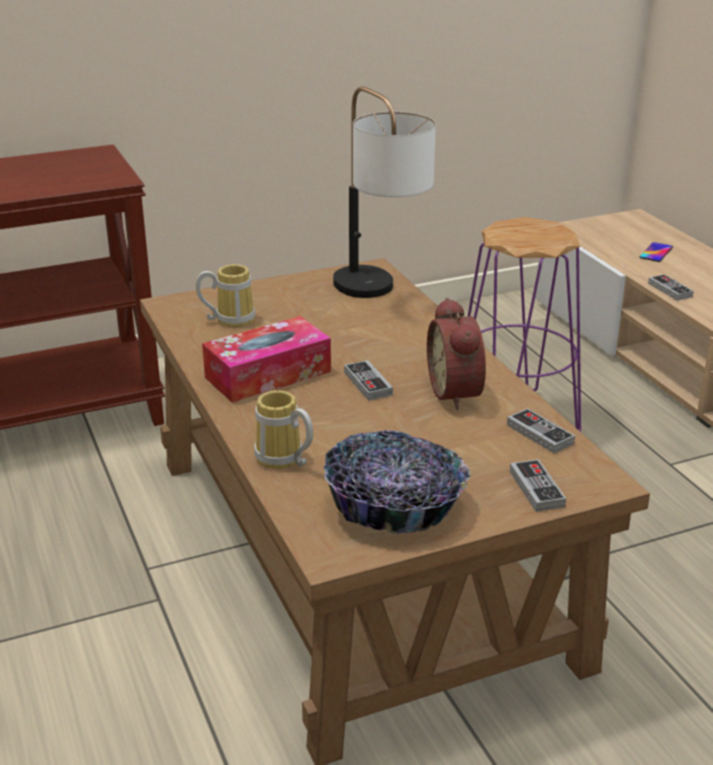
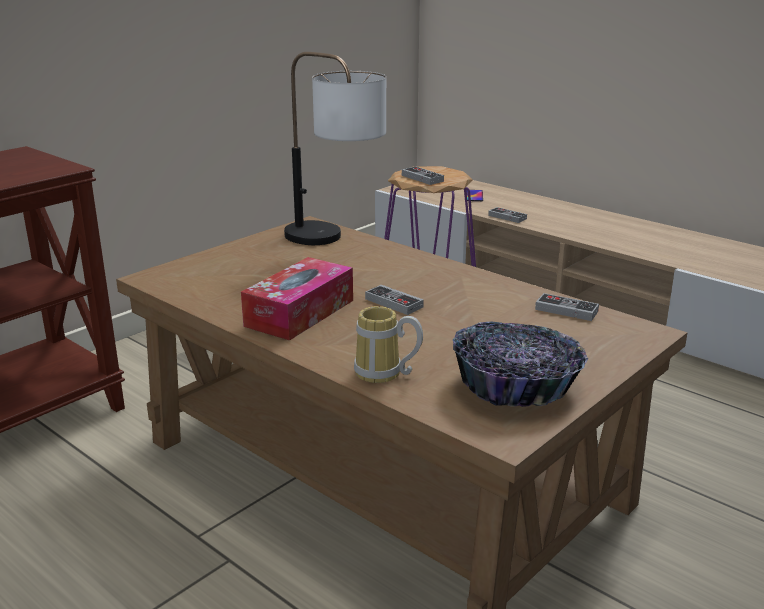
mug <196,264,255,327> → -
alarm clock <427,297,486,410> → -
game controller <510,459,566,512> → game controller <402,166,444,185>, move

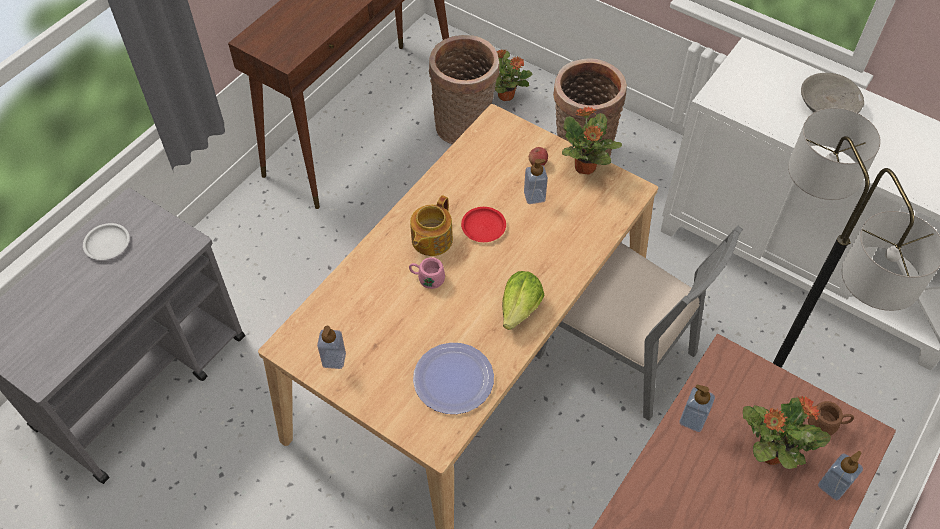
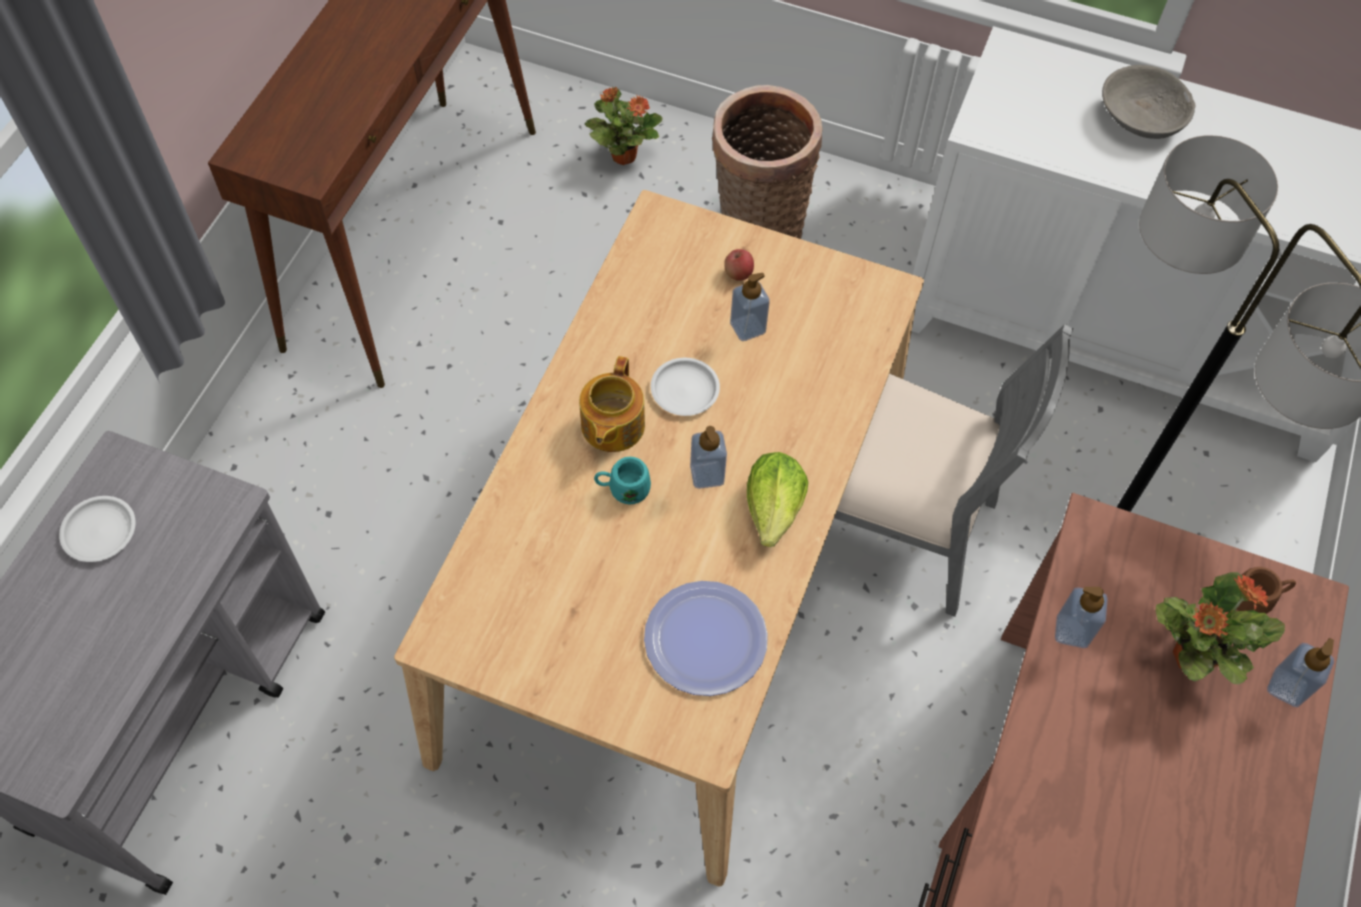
soap dispenser <317,326,346,369> → soap dispenser <690,426,727,489>, move
mug (pink) <409,257,445,289> → mug (turquoise) <594,457,651,504>
basket <429,35,499,144> → -
plate (red) <461,207,506,242> → plate (white) <651,358,720,416>
potted plant <562,107,622,175> → -

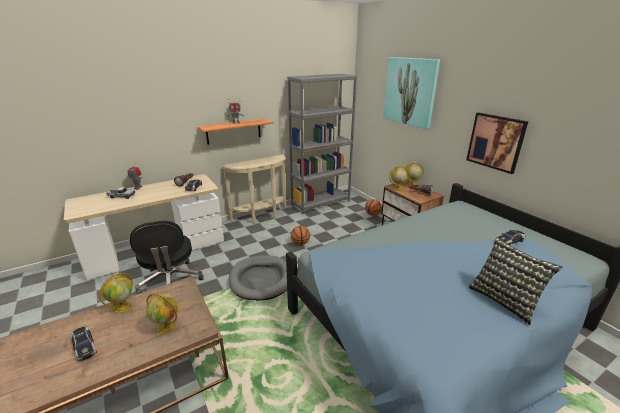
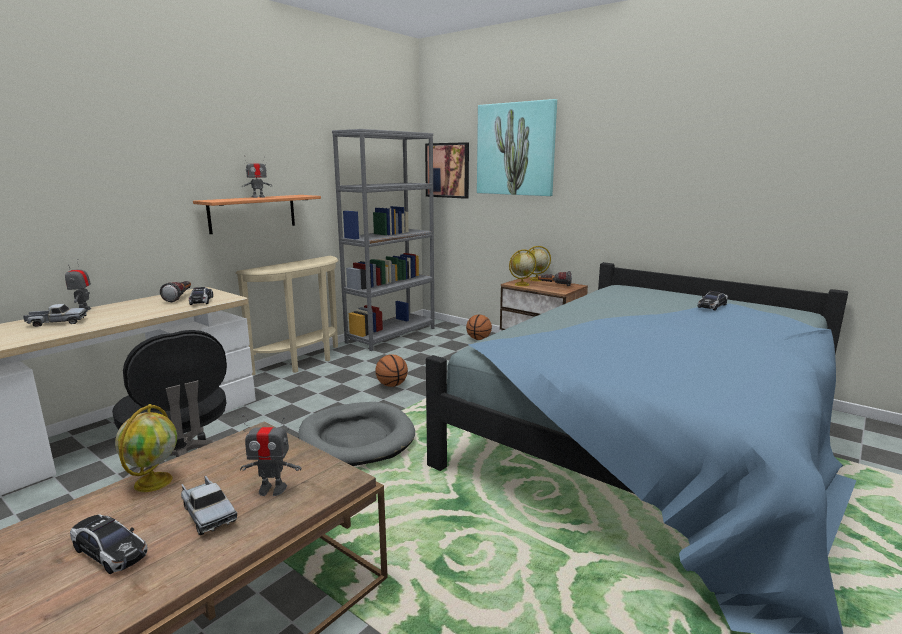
globe <146,293,178,334> → toy robot <240,415,301,496>
picture <466,112,528,174> → picture <425,142,469,199>, move
pillow <469,238,563,325> → -
- → toy truck <181,476,237,535>

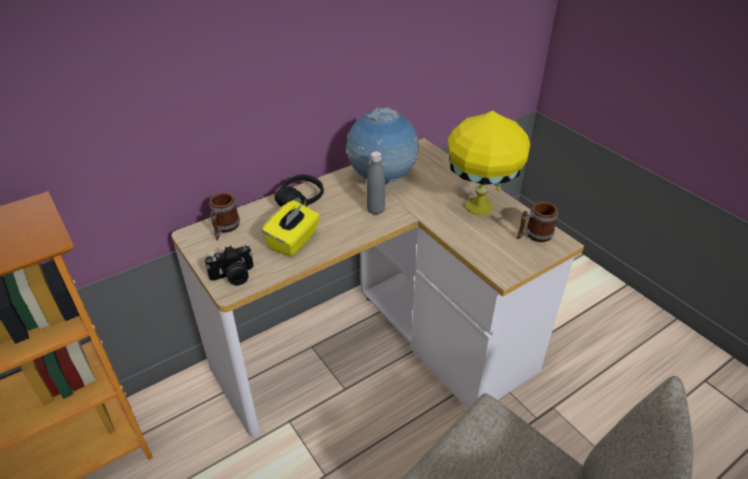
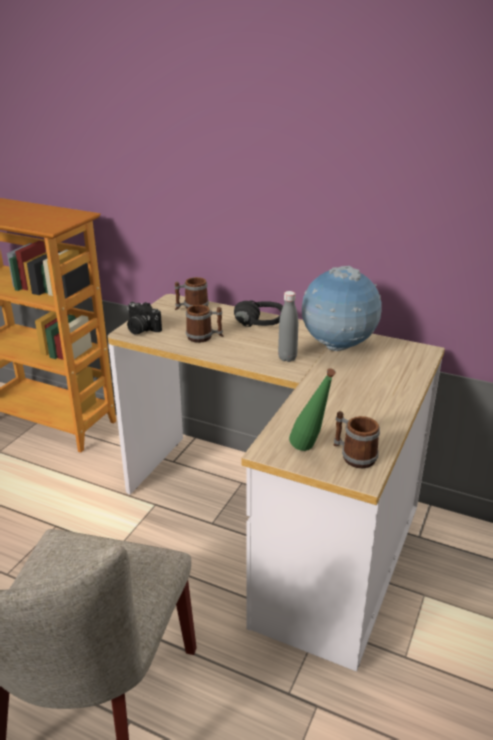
tissue box (yellow) <262,200,320,257> → mug <186,305,224,343>
table lamp (yellow) <448,110,530,215> → -
- → bottle (green) <289,368,336,451>

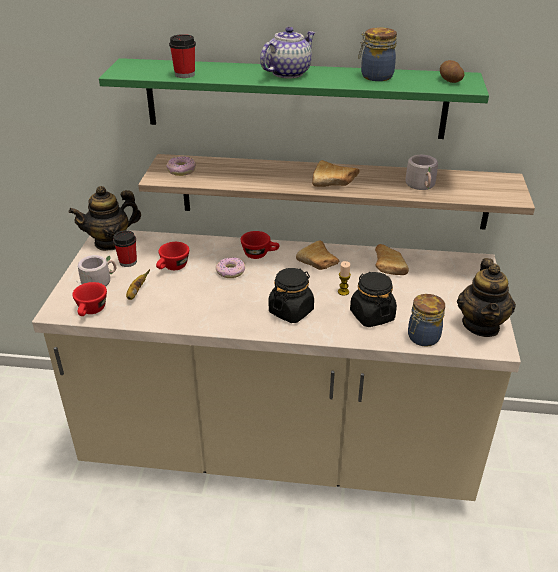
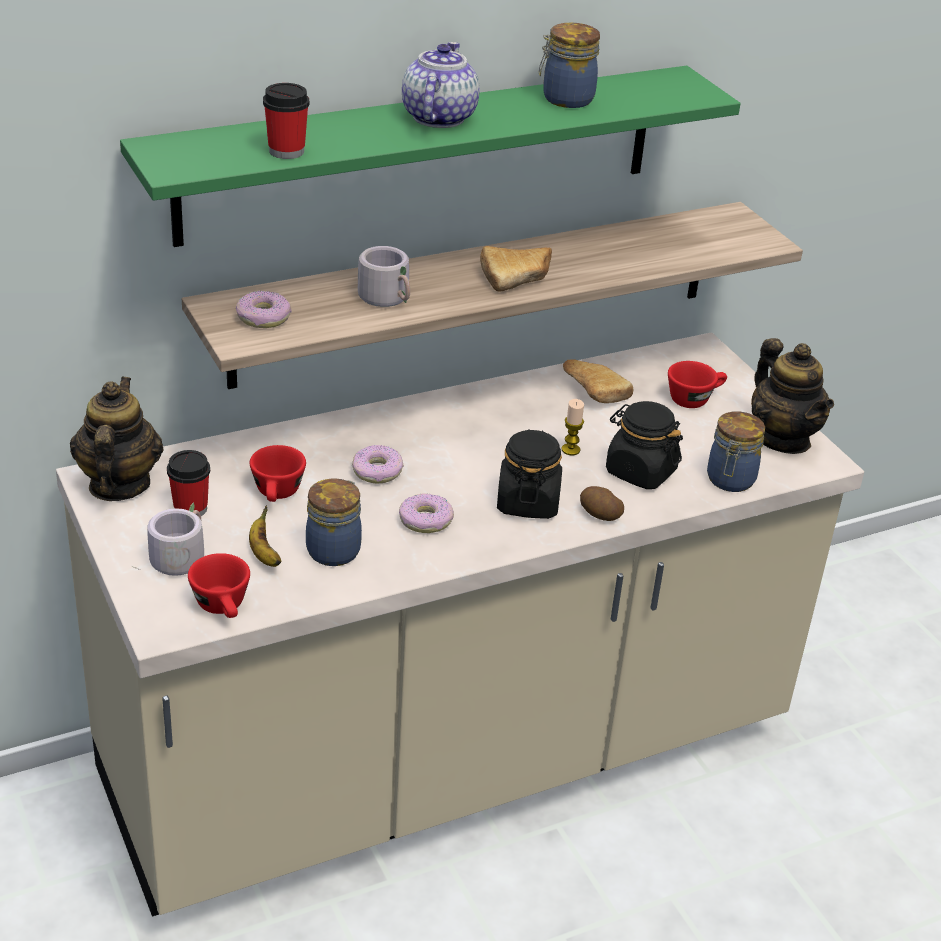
teapot <69,186,141,251> → teapot <70,377,164,501>, 150 degrees clockwise
cup (red) <241,231,280,259> → cup (red) <668,361,727,408>, move
bread <296,240,339,270> → -
mug (grey) <405,155,438,190> → mug (grey) <358,246,410,307>, move
potato <440,60,465,83> → potato <580,486,624,521>, move
- → jar <306,478,362,566>
- → donut <399,493,454,533>

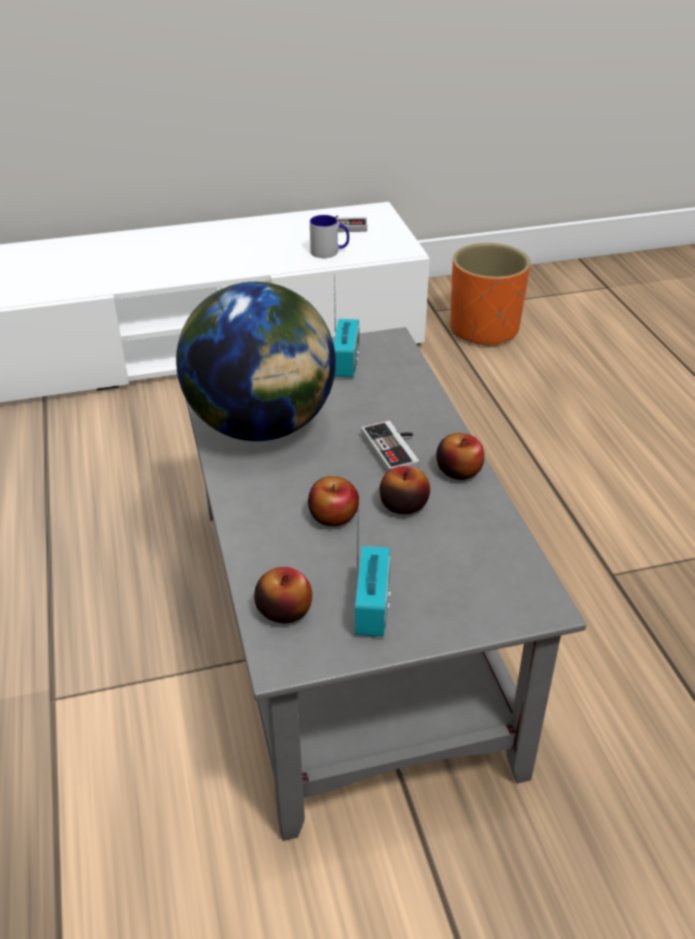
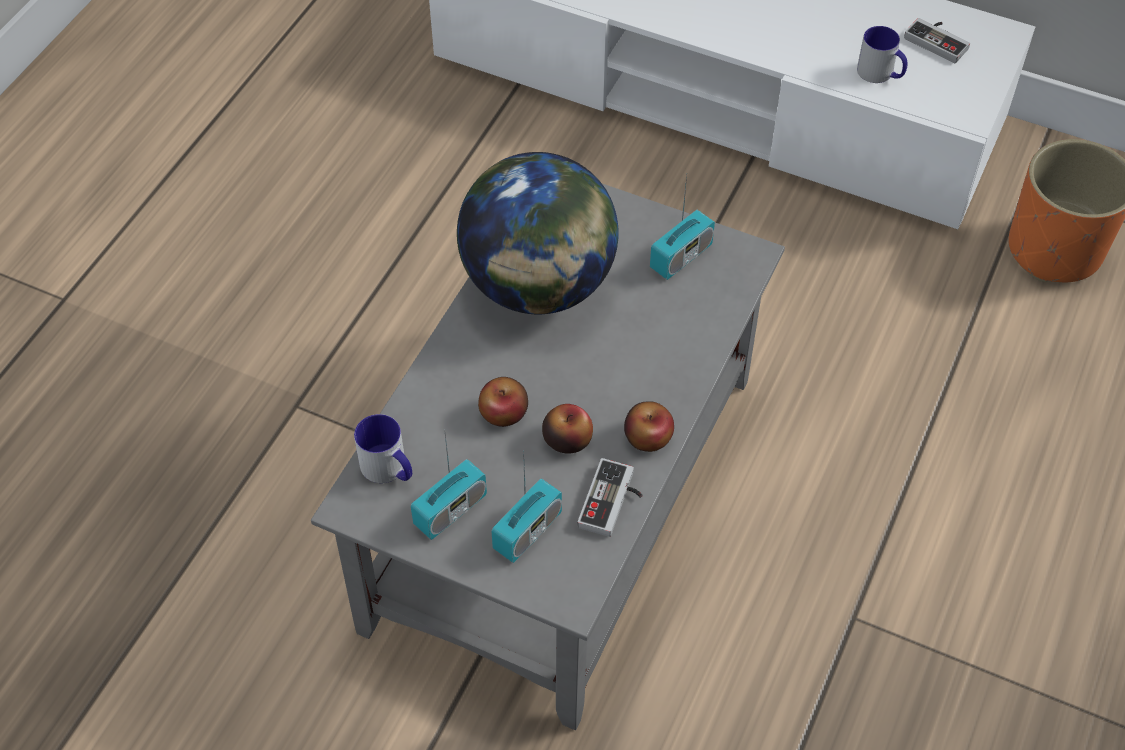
apple <254,567,312,623> → mug <354,414,412,483>
game controller <361,421,419,472> → game controller <578,458,643,537>, move
- → radio <491,451,562,563>

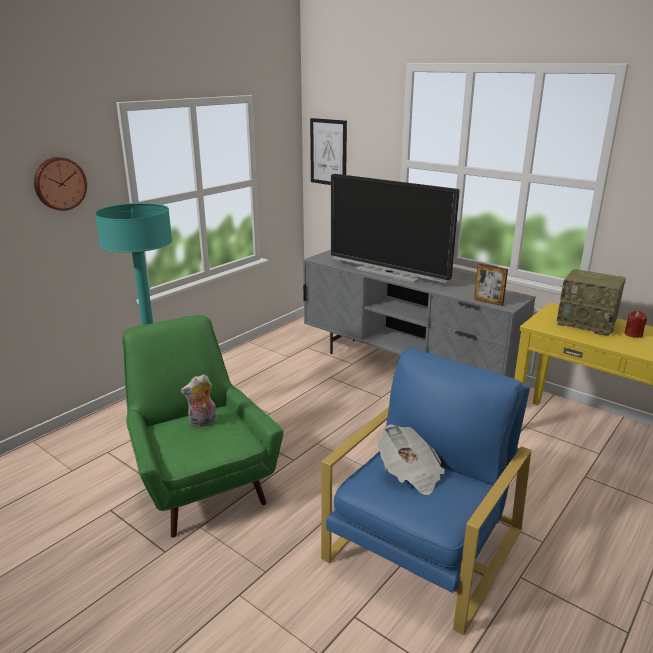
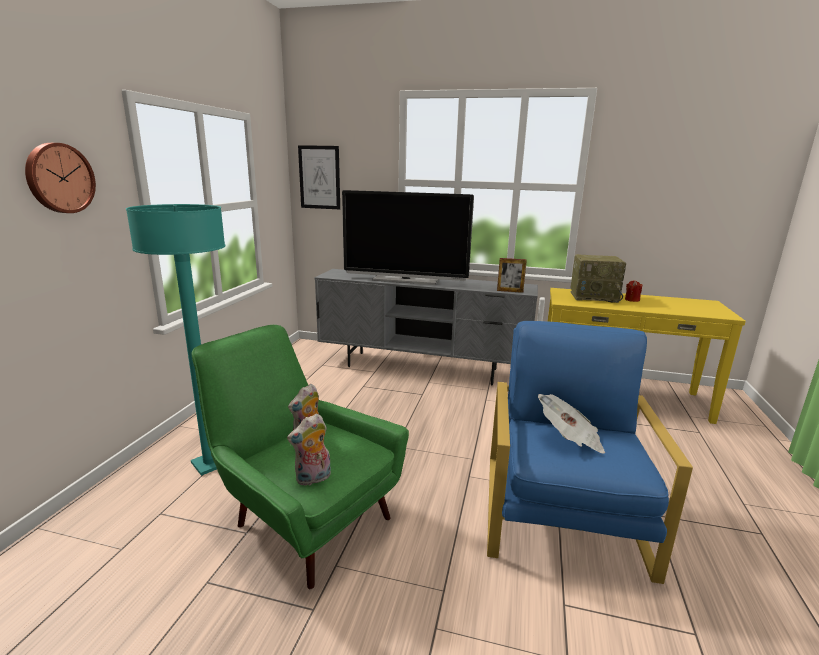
- → plush toy <287,414,331,486>

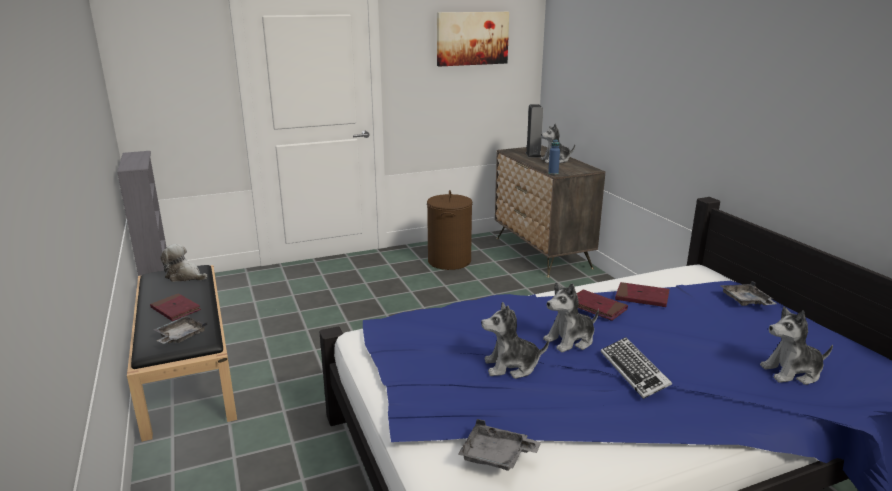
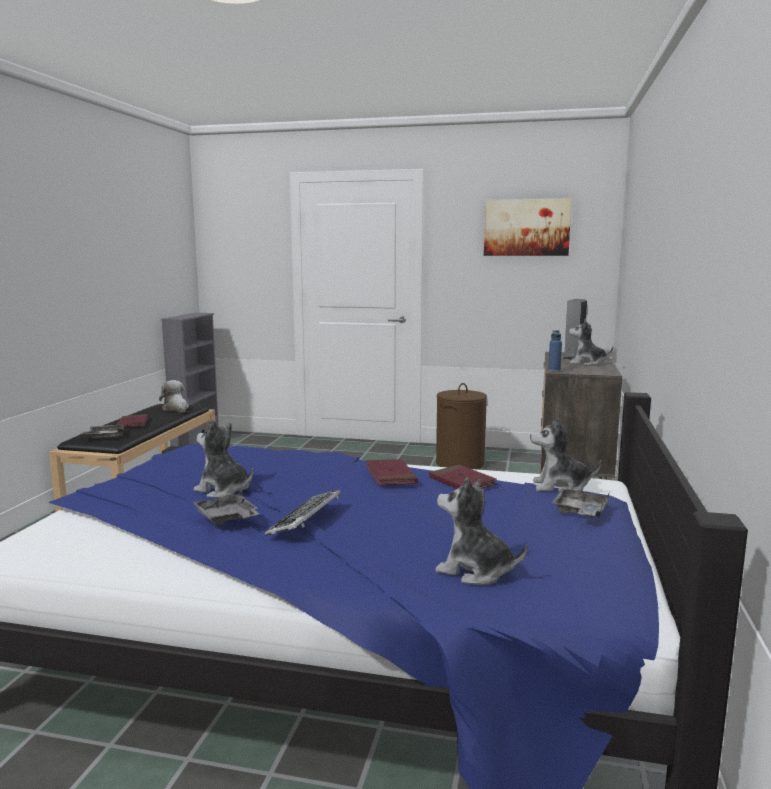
tray (grey) <458,419,541,471> → tray (grey) <192,489,259,525>, move
plush toy <543,282,599,353> → plush toy <530,418,601,492>, move

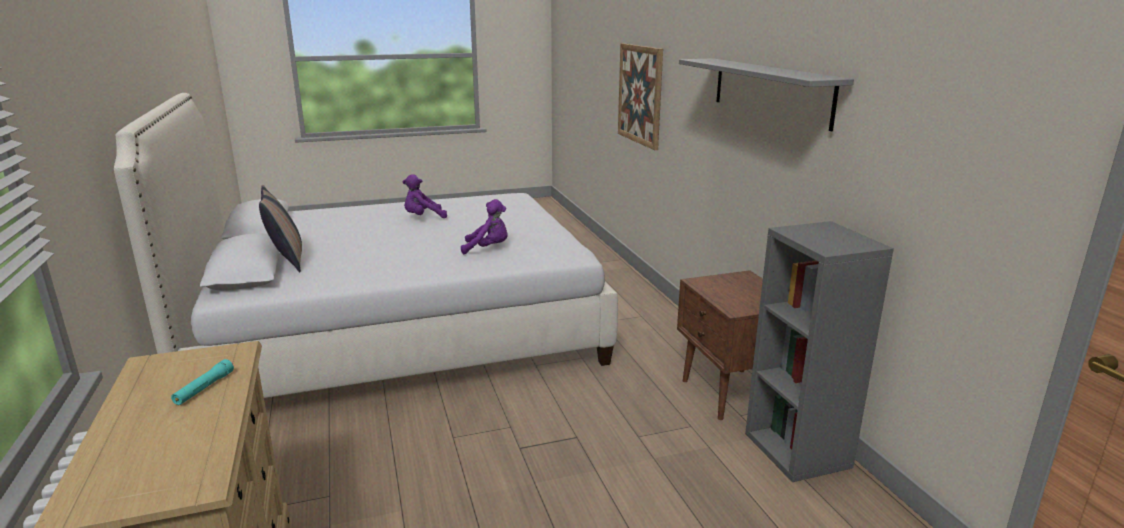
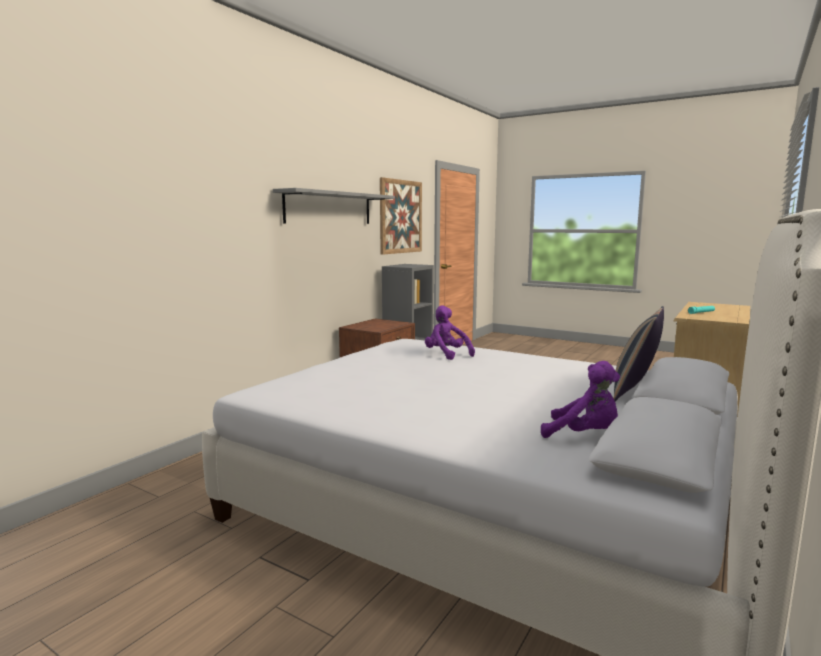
plush toy (purple) <402,174,447,218> → plush toy (purple) <541,361,620,438>, move
picture <618,43,663,150> → picture <380,177,422,255>, move

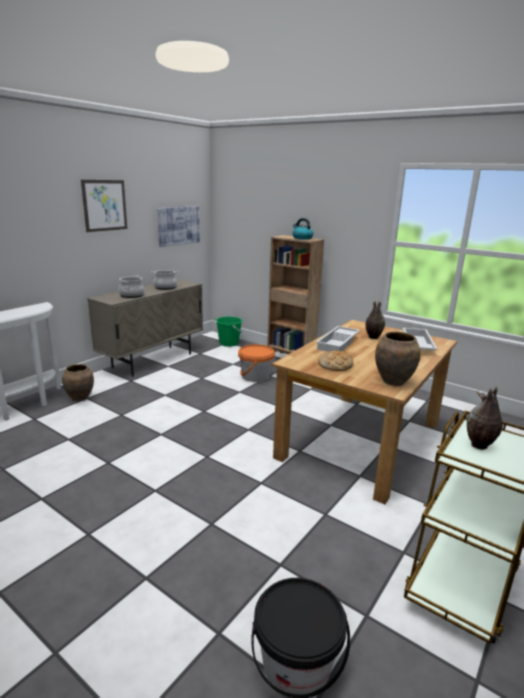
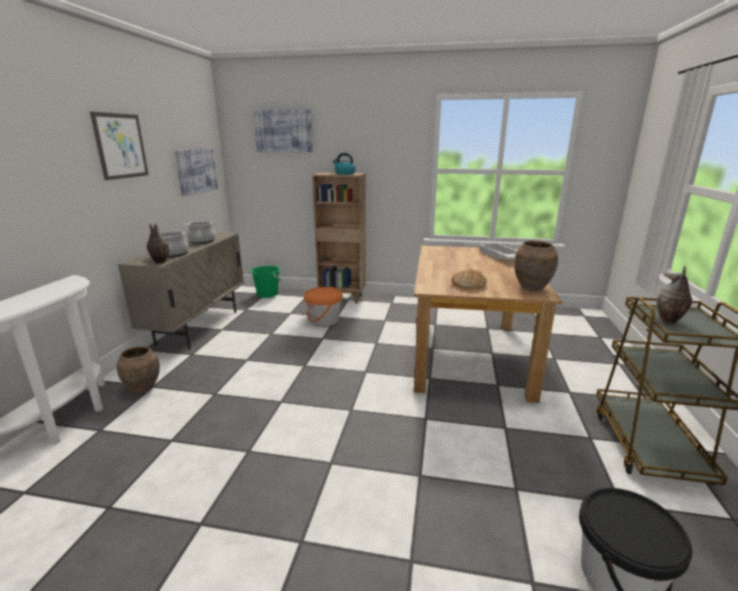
tray (white) <316,326,360,352> → -
vase <365,301,385,339> → vase <147,223,169,264>, move
- → picture <253,109,312,152>

